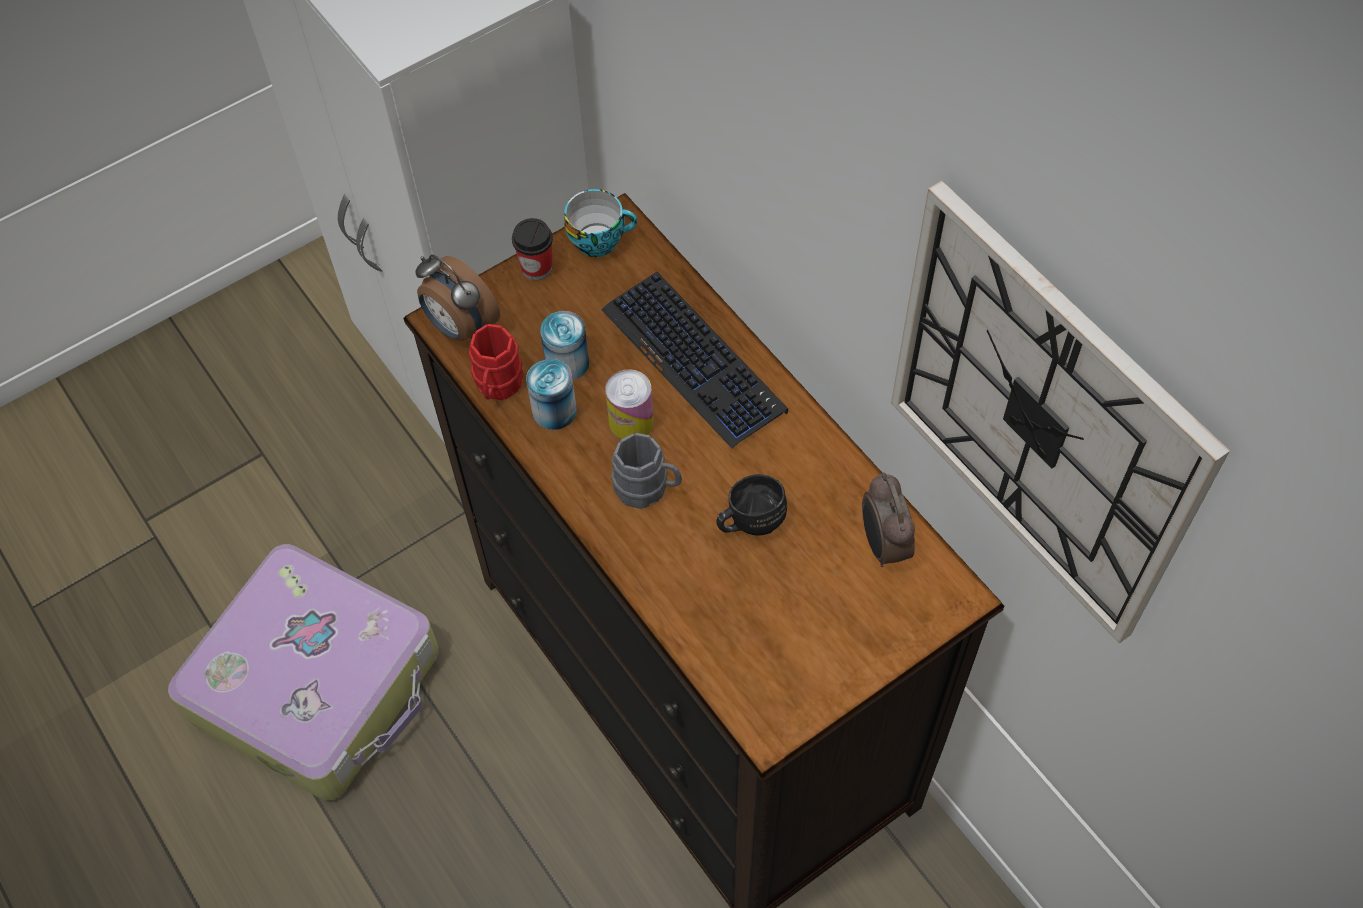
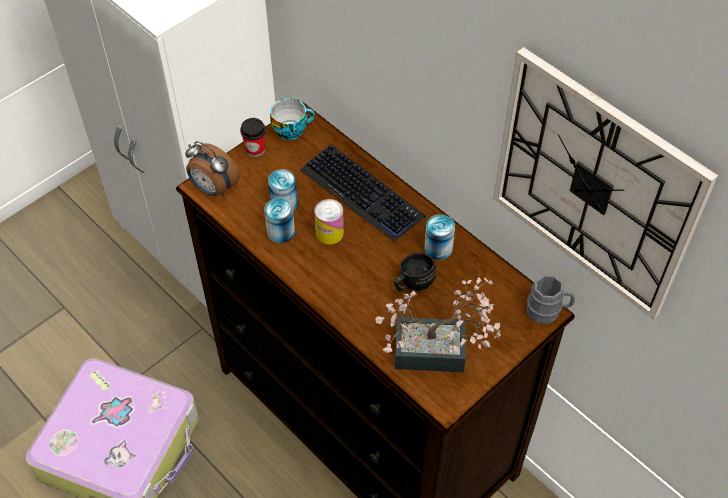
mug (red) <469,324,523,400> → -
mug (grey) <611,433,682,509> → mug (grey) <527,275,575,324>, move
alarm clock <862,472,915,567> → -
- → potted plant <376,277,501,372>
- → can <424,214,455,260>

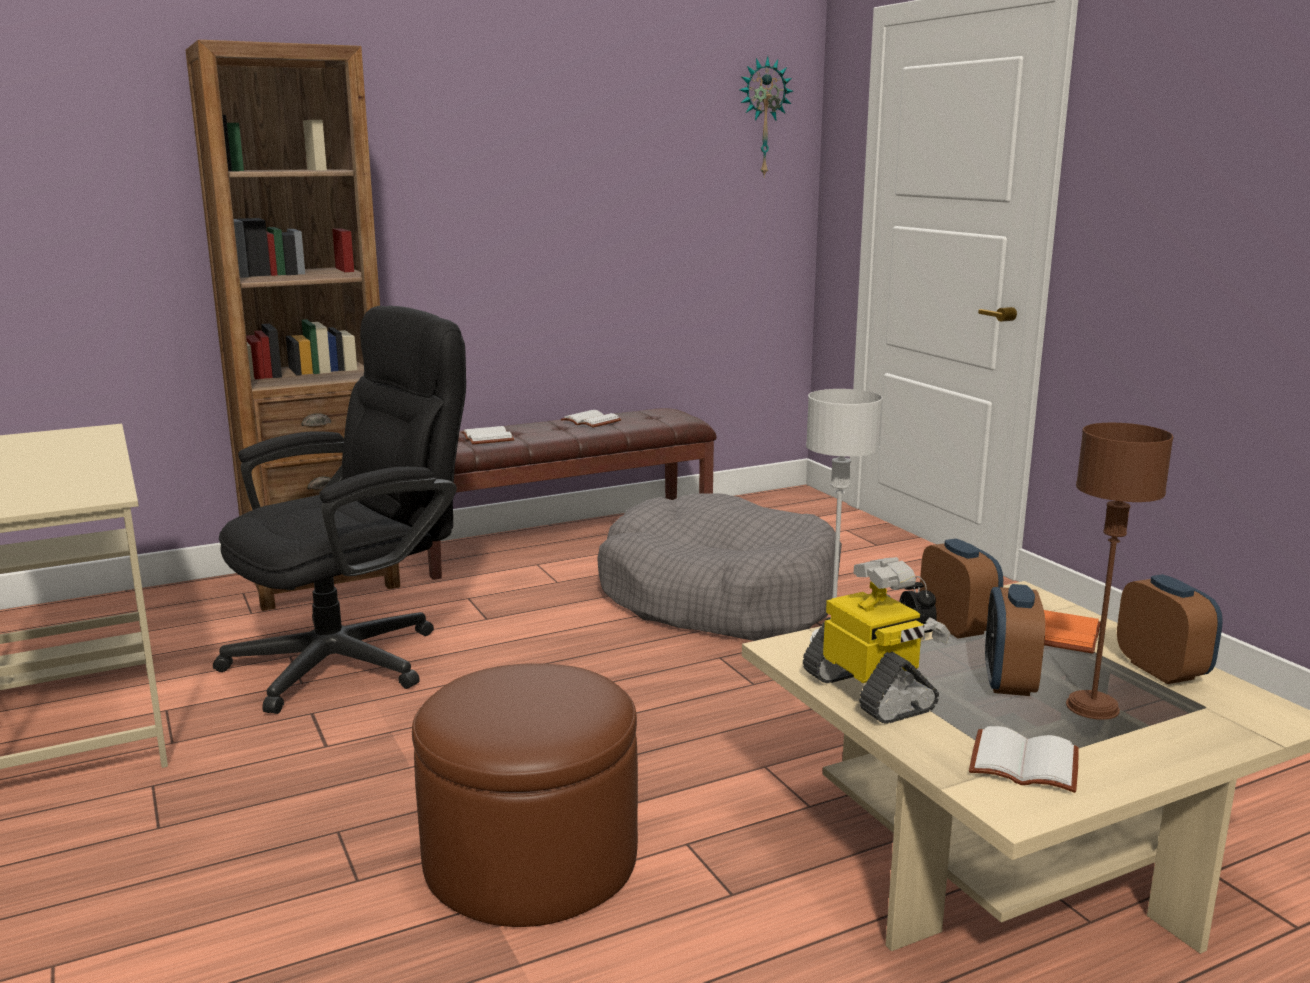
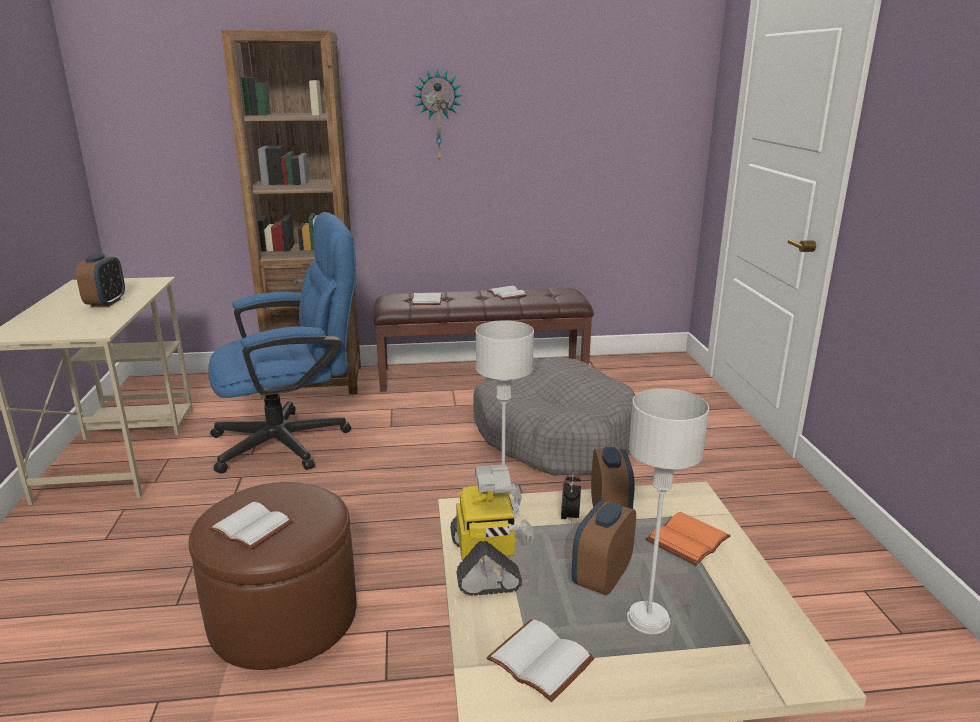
office chair (black) <213,306,466,714> → office chair (blue) <208,212,356,474>
wall clock <739,56,793,176> → wall clock <413,68,463,163>, move
table lamp (brown) <1066,423,1174,720> → table lamp (grey) <627,388,709,634>
alarm clock <1117,574,1223,684> → alarm clock <76,254,125,307>, move
- → book (white) <209,502,293,550>

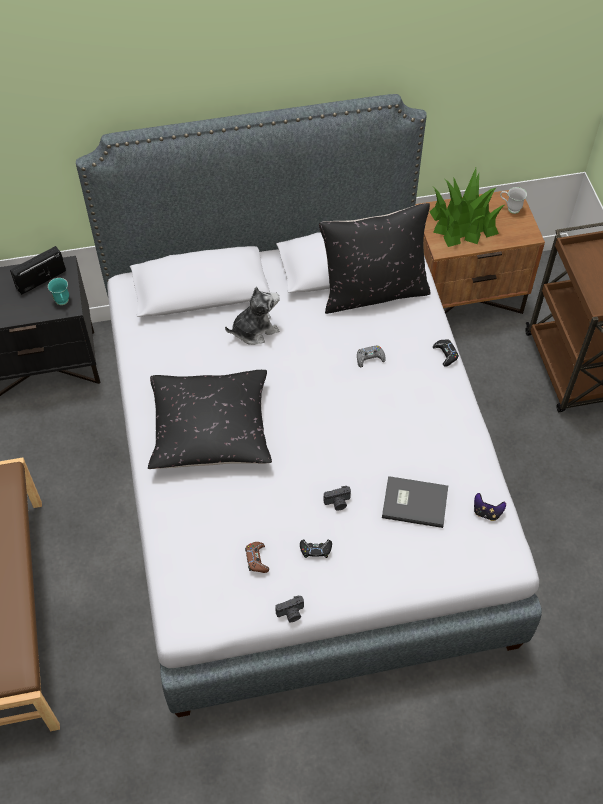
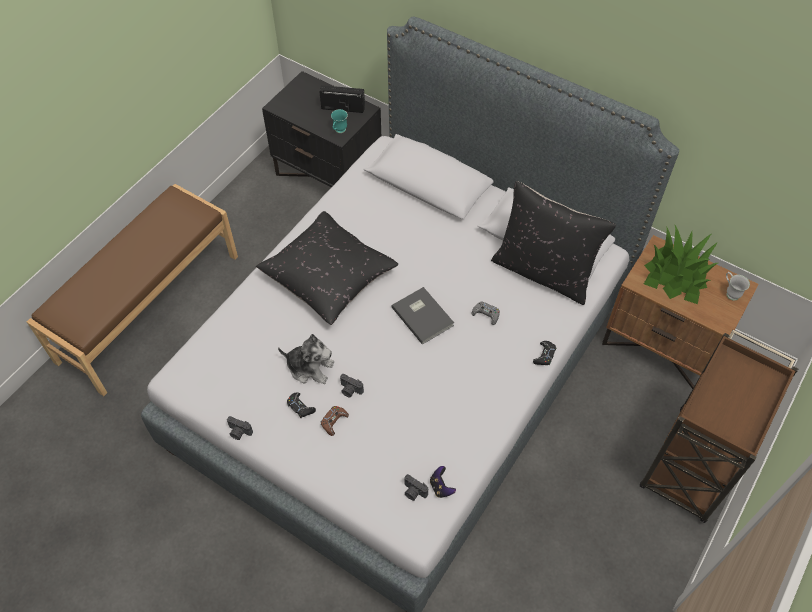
plush toy <225,286,280,345> → plush toy <278,334,334,384>, move
game controller (brown) <245,542,269,573> → game controller (brown) <320,406,349,436>, move
book (grey) <382,476,448,528> → book (grey) <391,287,454,345>, move
- → photo camera <404,474,428,501>

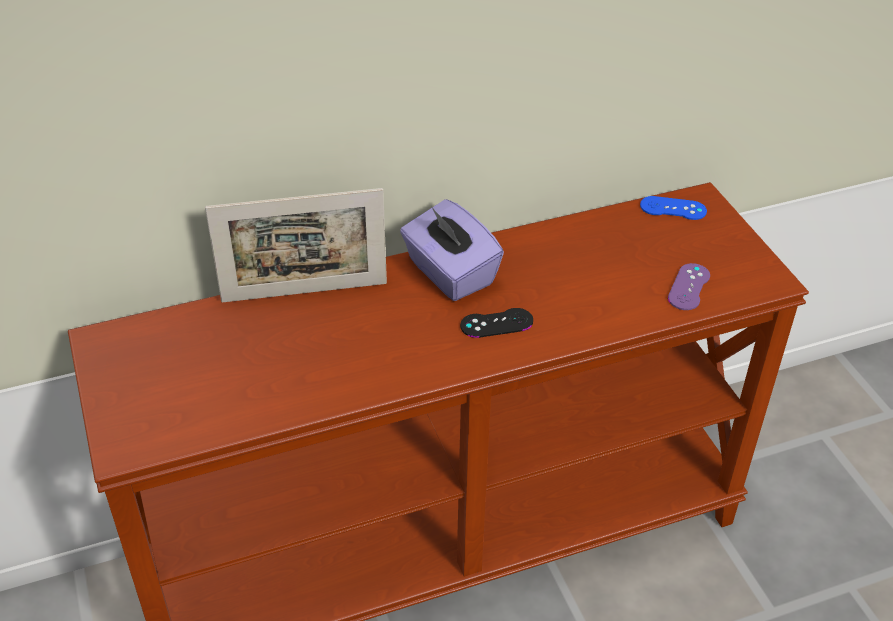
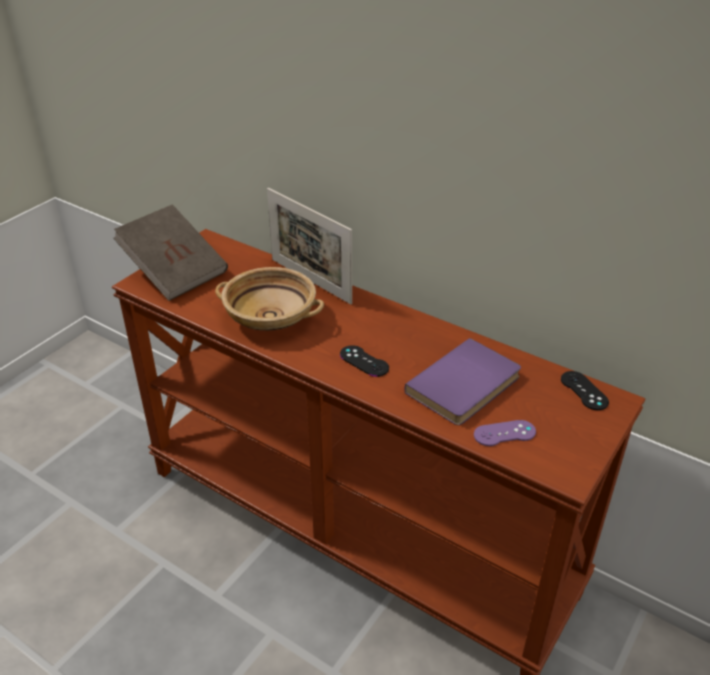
tissue box (purple) <400,199,504,301> → -
game controller (blue) <640,196,707,220> → game controller (black) <561,371,609,410>
- → book (brown) <113,204,228,301>
- → bowl (beige) <215,267,324,331>
- → book (purple) <405,338,521,425>

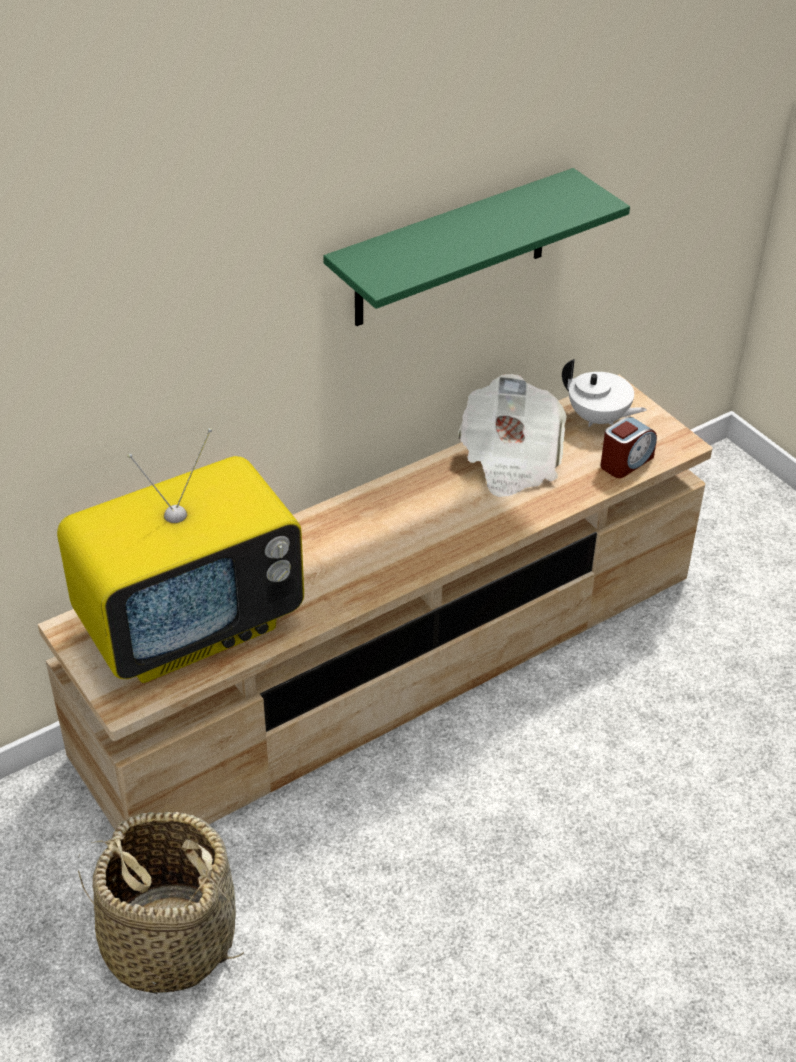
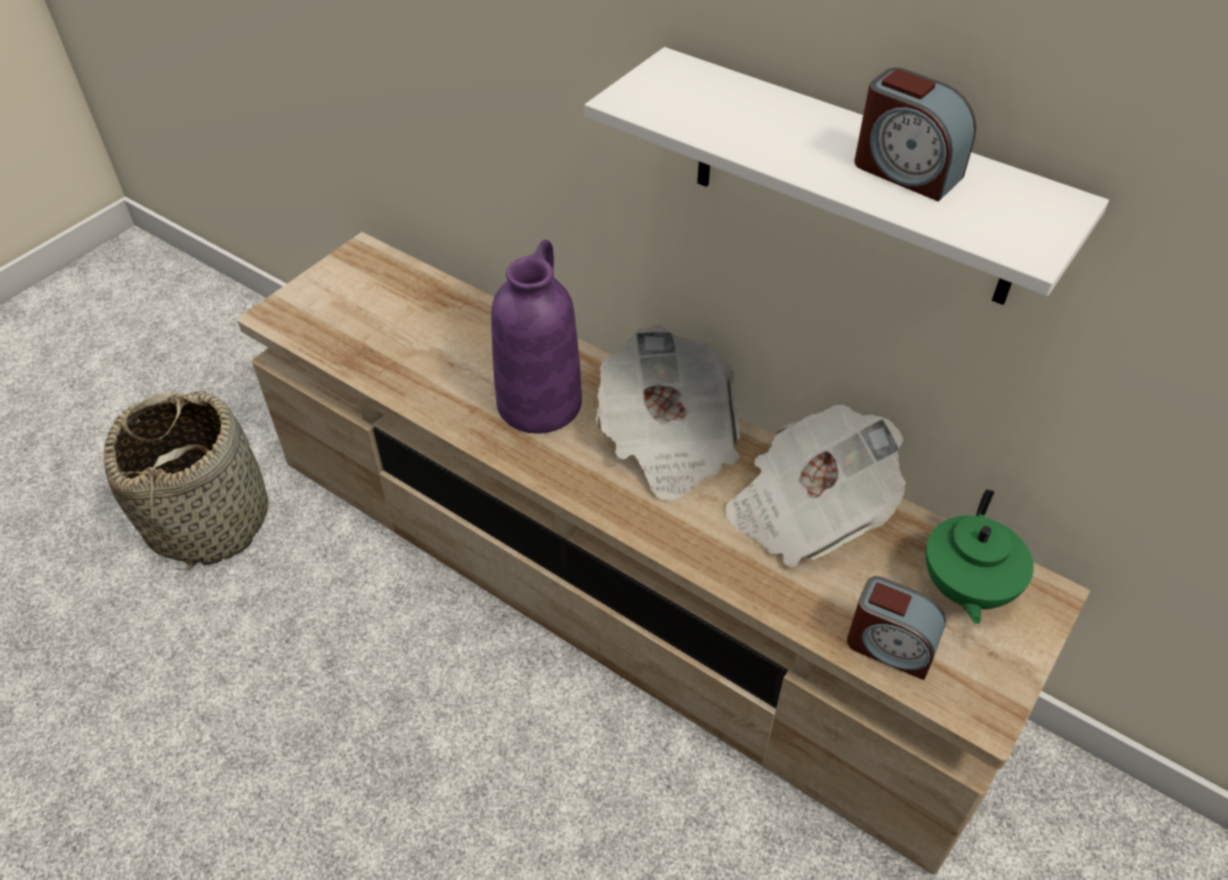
television <57,428,304,683> → -
shelf (green) <323,168,630,326> → shelf (white) <585,47,1109,305>
teapot (white) <562,359,647,427> → teapot (green) <926,490,1034,625>
- → vase (purple) <491,240,582,433>
- → newspaper <596,326,740,501>
- → alarm clock <854,68,976,201>

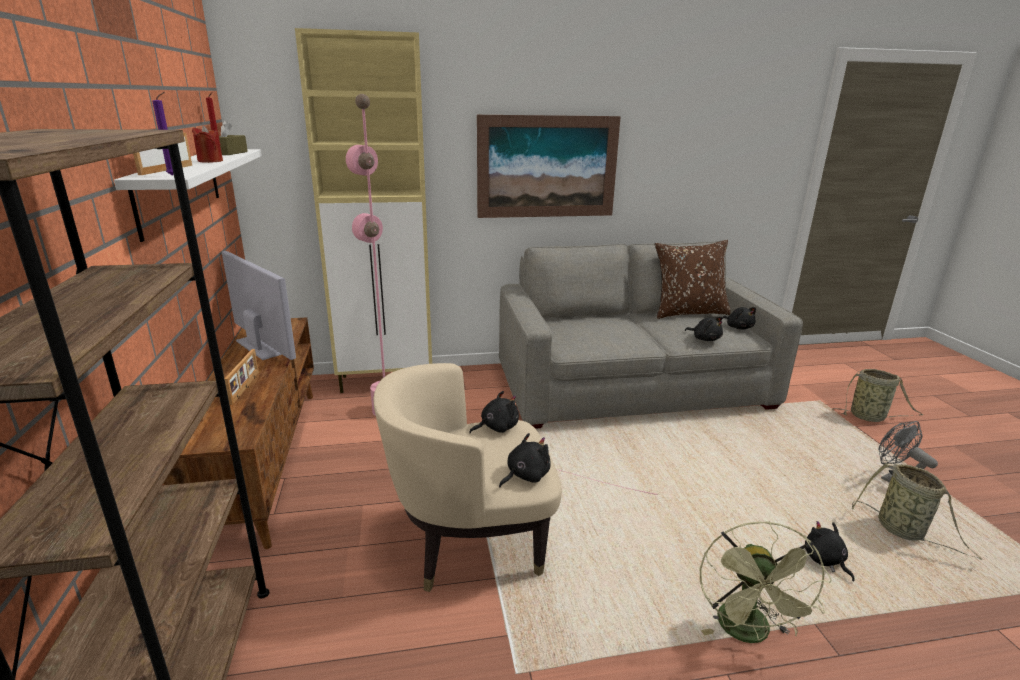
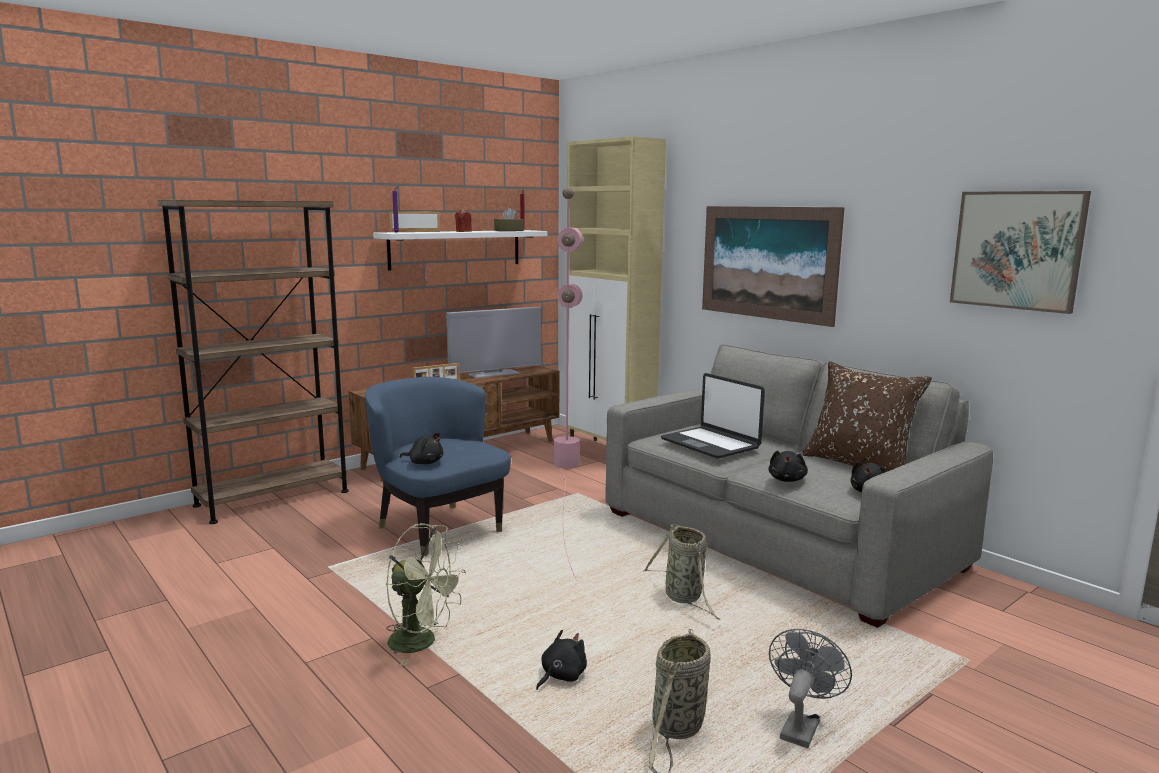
television <222,251,296,360> → television <446,307,541,378>, 45 degrees clockwise
armchair (beige) <373,363,562,592> → armchair (blue) <365,377,511,556>
plush toy (black) <469,391,519,433> → -
fan (green) <700,521,832,643> → fan (green) <386,523,466,666>, 135 degrees counterclockwise
basket <833,369,923,422> → basket <643,524,721,620>, move
- → laptop <661,373,765,459>
- → picture <950,191,1091,314>

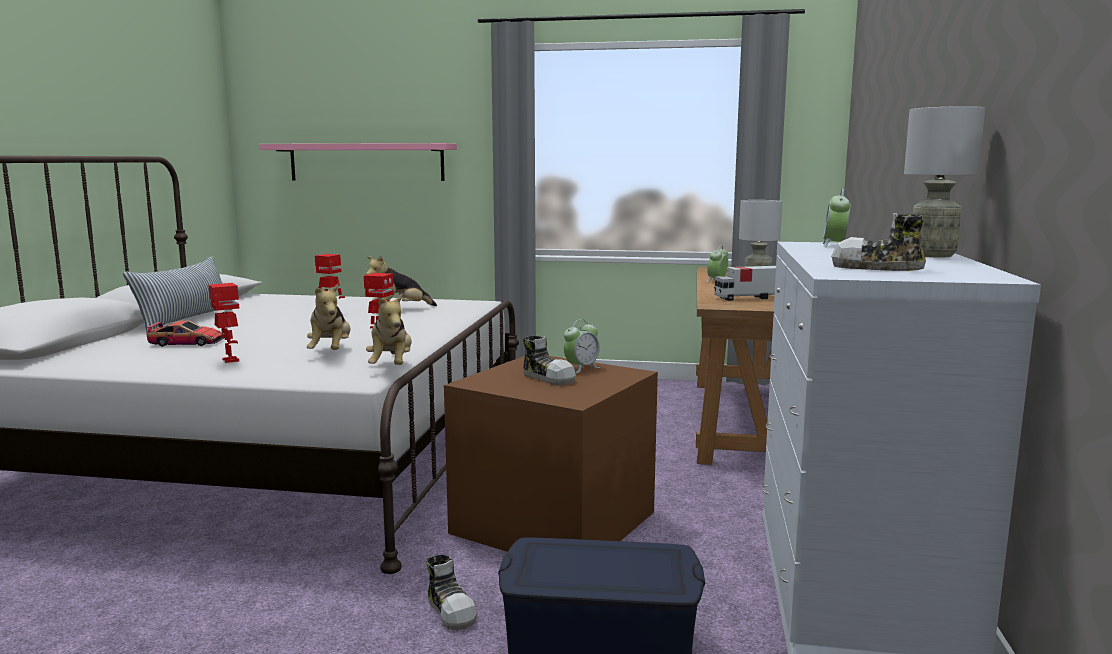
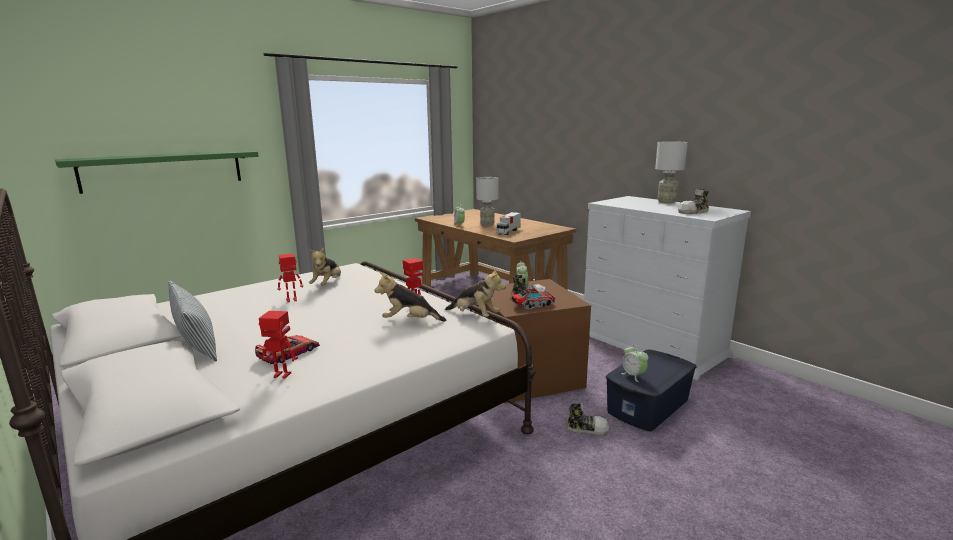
toy robot <208,283,239,363> → toy robot <259,311,298,378>, move
shelf (pink) <259,143,457,181> → shelf (green) <55,150,259,194>
plush toy <307,284,351,350> → plush toy <374,273,446,322>, 150 degrees clockwise
alarm clock <823,189,850,247> → alarm clock <621,345,648,382>, move
- → toy truck <512,288,555,309>

